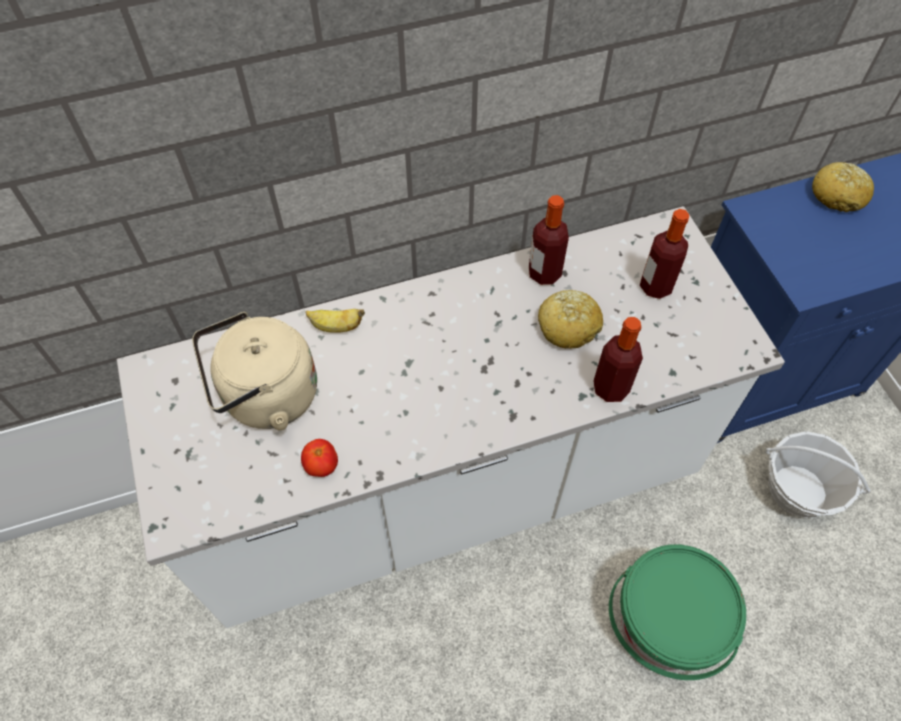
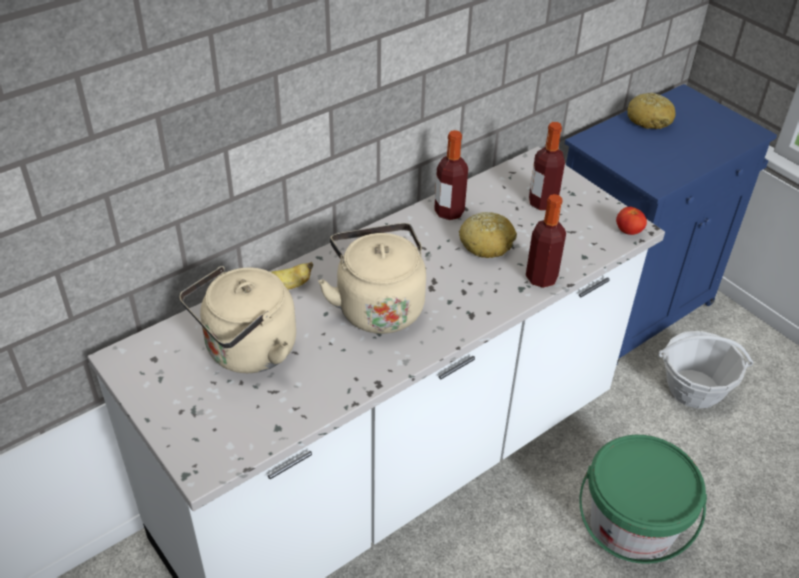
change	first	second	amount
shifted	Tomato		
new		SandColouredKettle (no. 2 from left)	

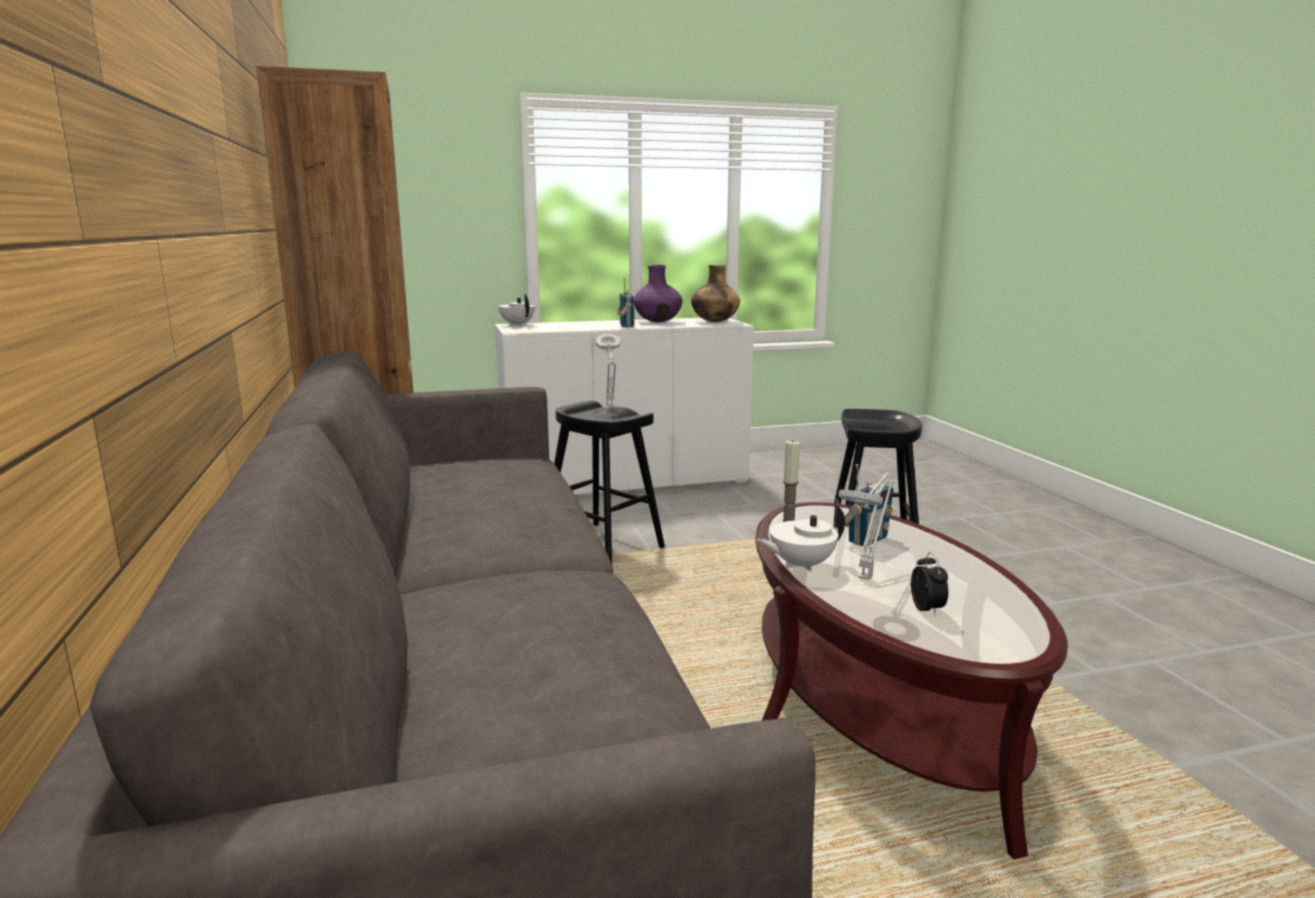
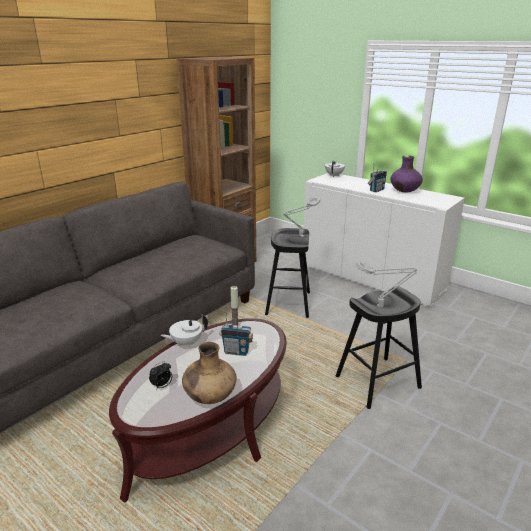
change	first	second	amount
shifted	BrownDecorativeVase		
rotated	WhiteColouredPotForTea (no. 2 from left in the first image)	WhiteColouredPotForTea (no. 1 from left)	60 degrees counterclockwise
shifted	GreyishLampForATable (no. 2 from left)		

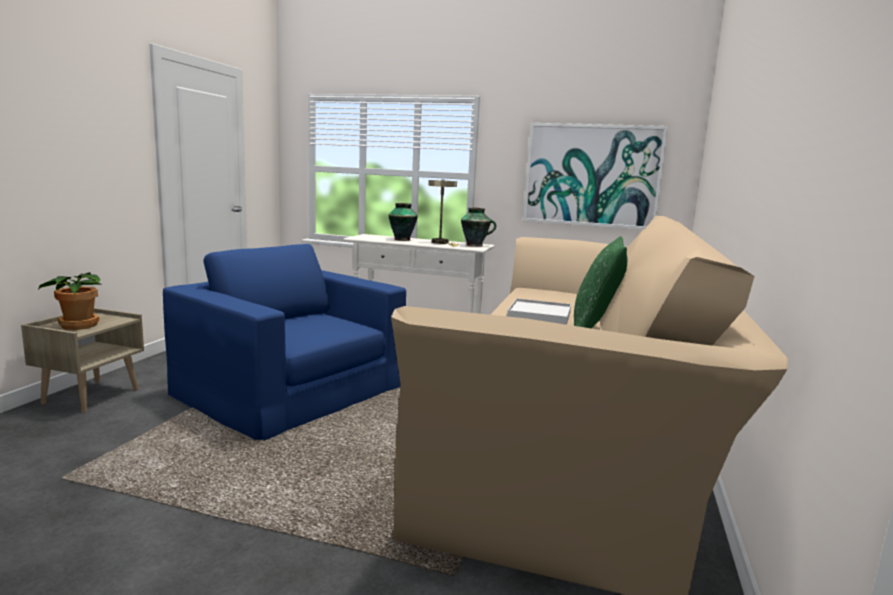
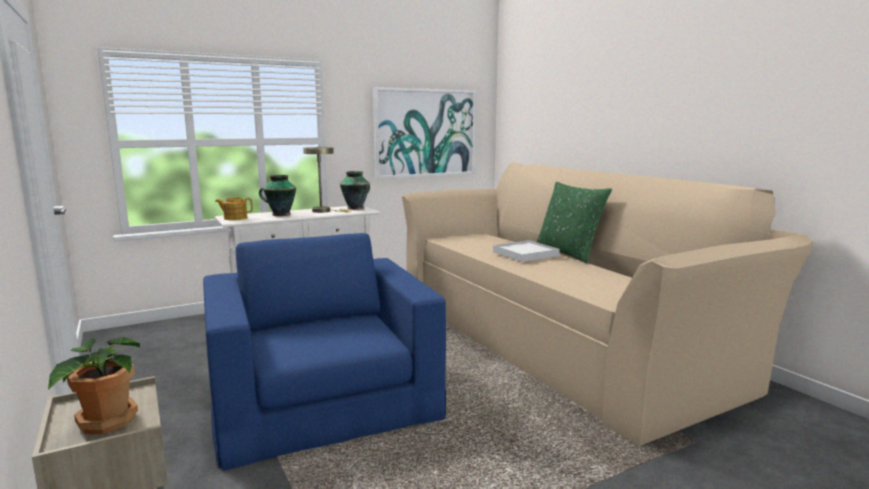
change	first	second	amount
rotated	BluishArmchair		75 degrees clockwise
new		PotForTea	

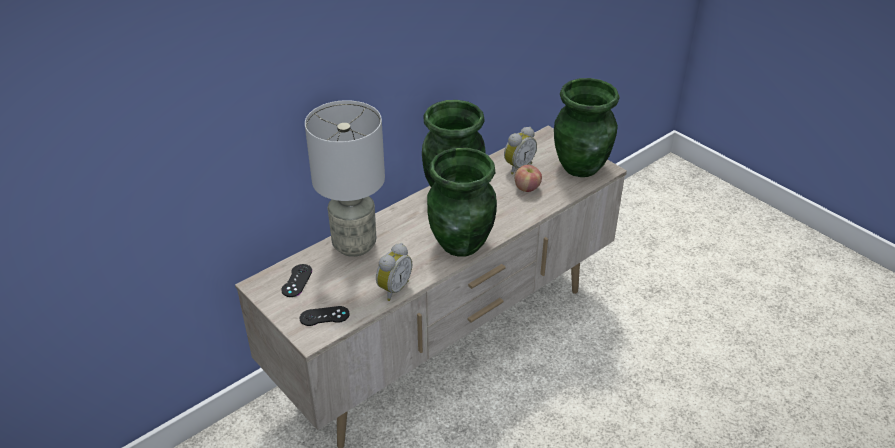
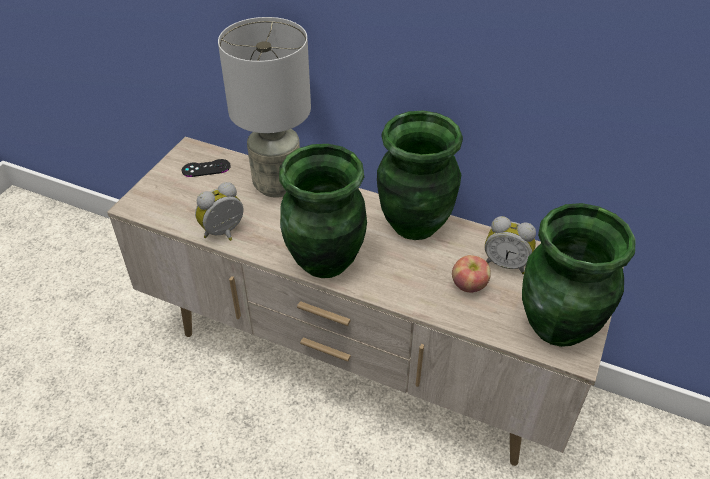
change	first	second	amount
gone	BlackColouredJoypad (no. 2 from left)		
rotated	AlarmClock (no. 1 from left)		135 degrees clockwise

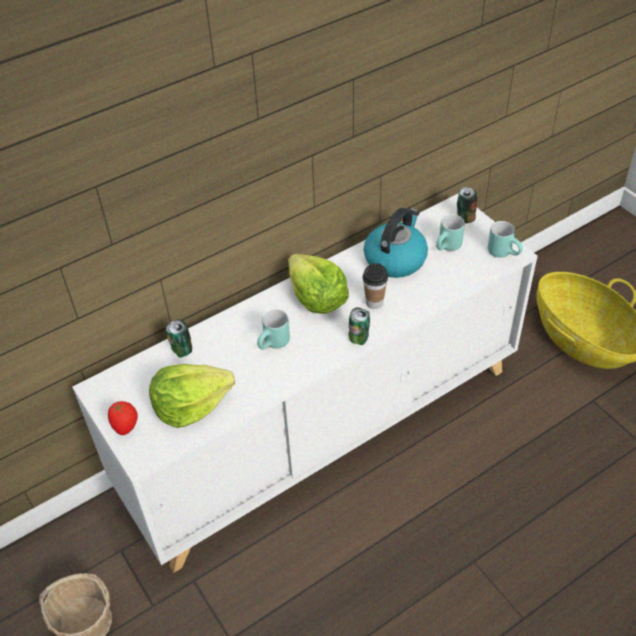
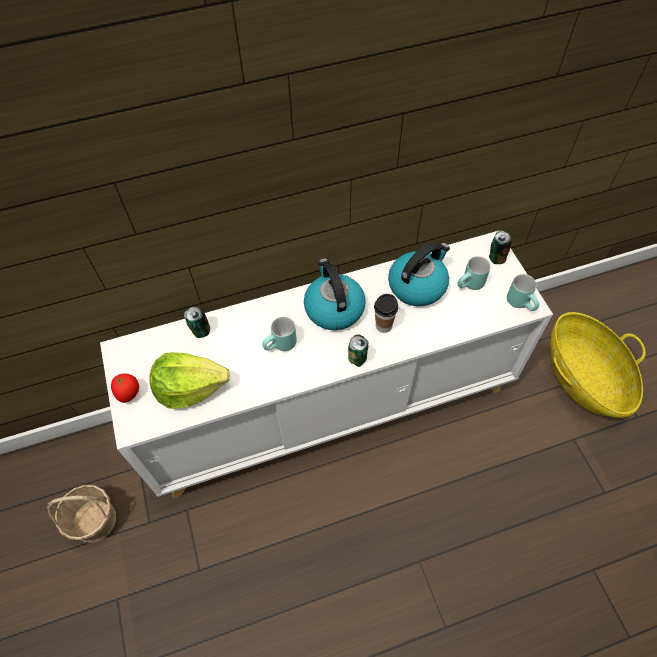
change	first	second	amount
swapped	LettuceHead (no. 2 from left)	Kettle (no. 1 from left)	

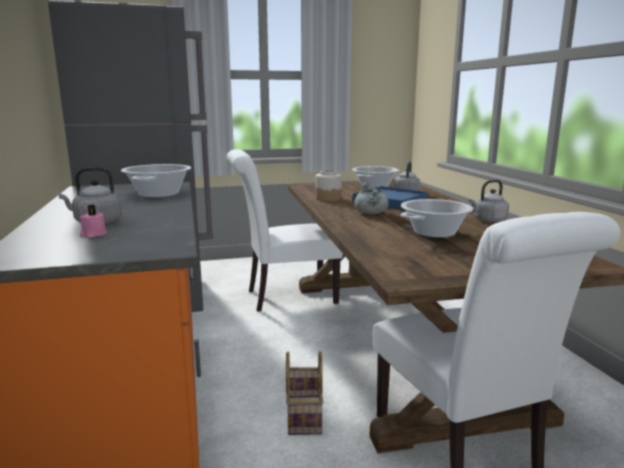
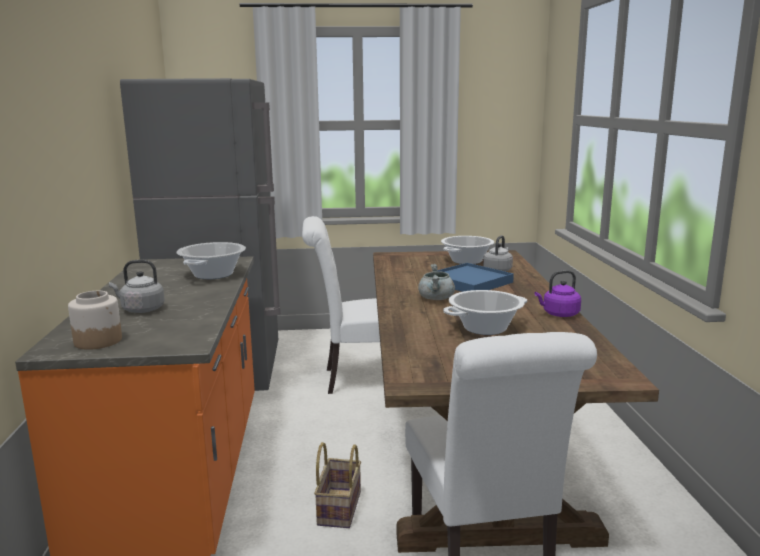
change	first	second	amount
gone	PinkColouredCandle		
shifted	StorageJar		
repainted	GreyishKettle (no. 3 from left)	PurpleColouredKettle	

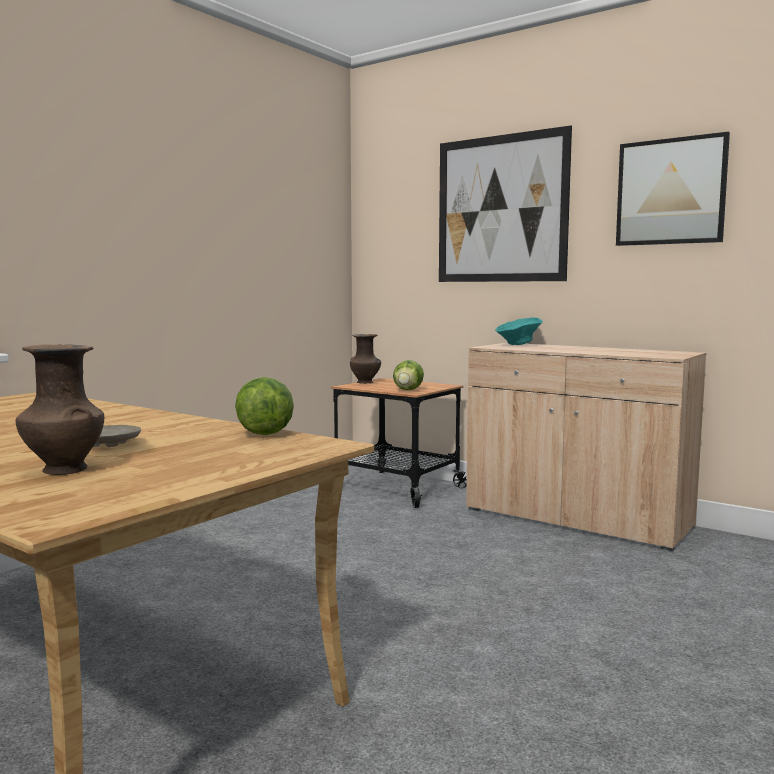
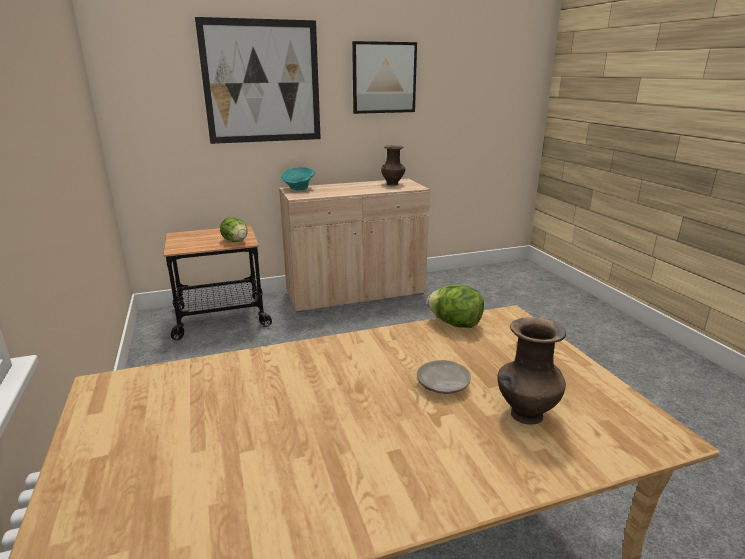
change	first	second	amount
shifted	BrownDecorativeVase (no. 2 from left in the first image)	BrownDecorativeVase (no. 1 from left)	

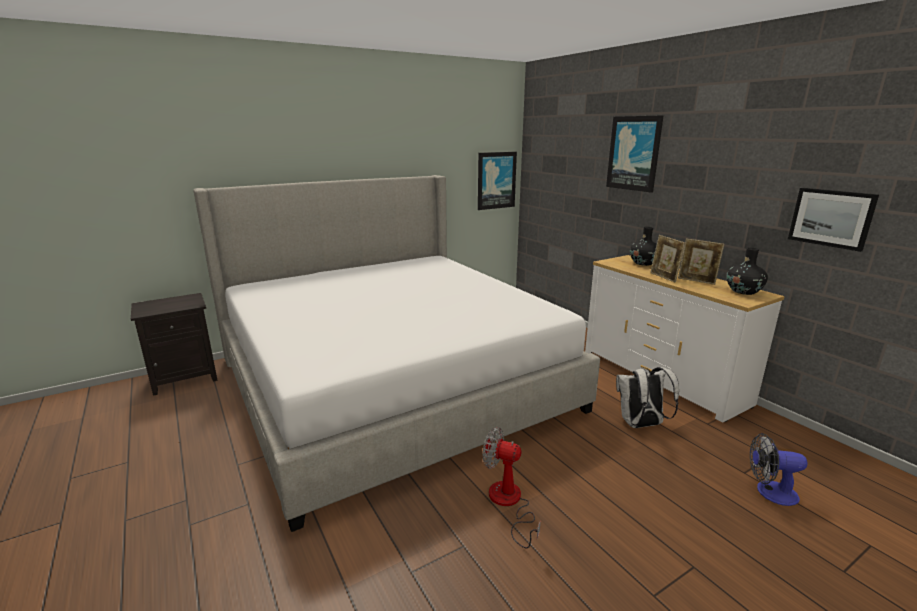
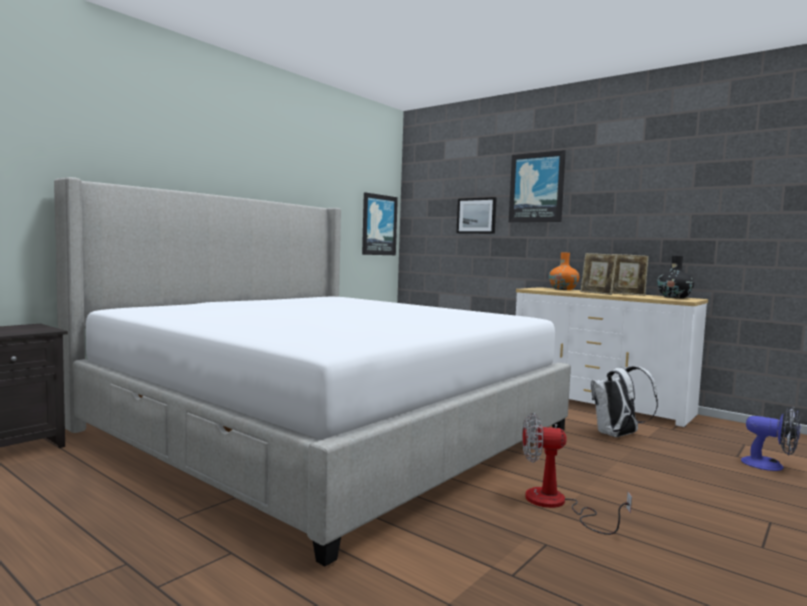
change	first	second	amount
repainted	BlackColouredDecorativeVase (no. 1 from left)	OrangeyDecorativeVase	
rotated	CoolingFan (no. 2 from left)		135 degrees counterclockwise
shifted	WallPicture (no. 3 from left in the first image)	WallPicture (no. 2 from left)	

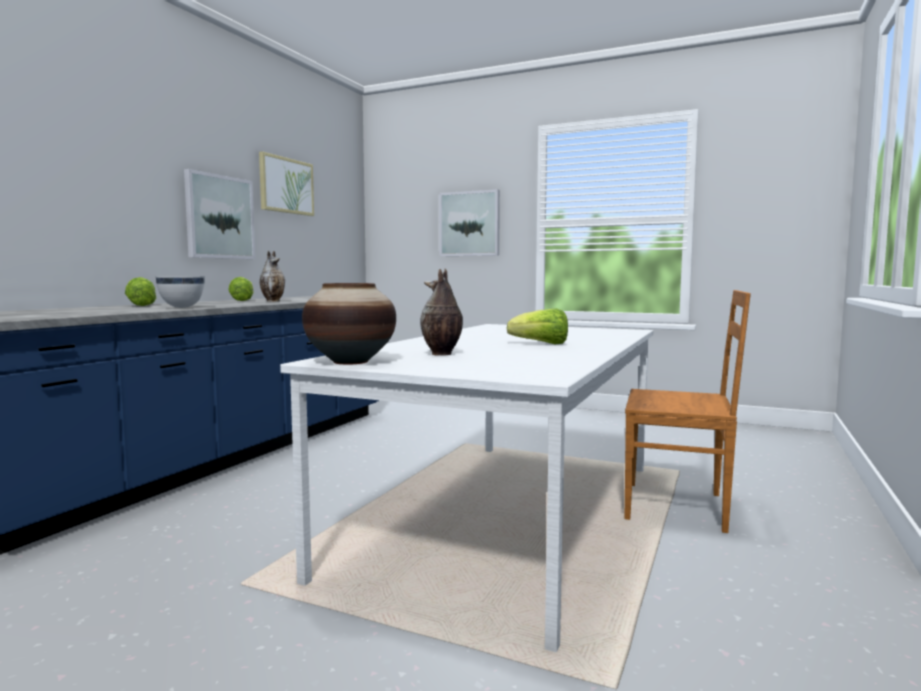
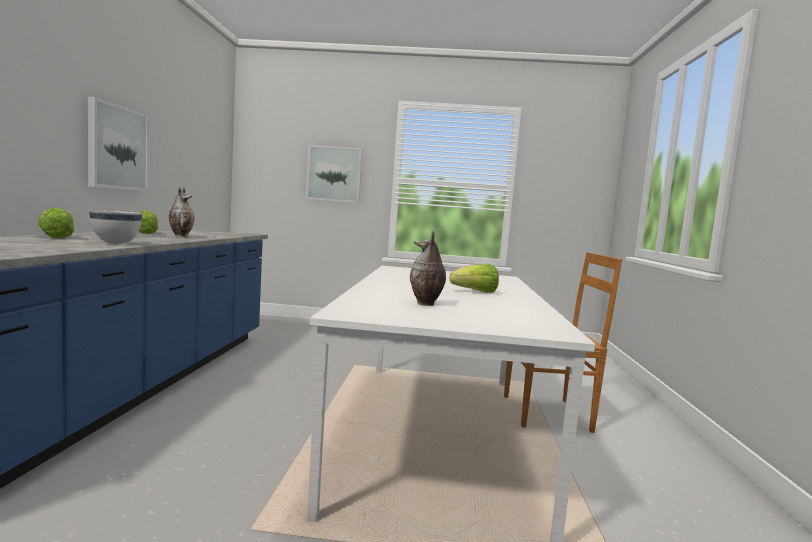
change	first	second	amount
gone	WallPicture (no. 2 from left)		
gone	DecorativeVase (no. 2 from left)		

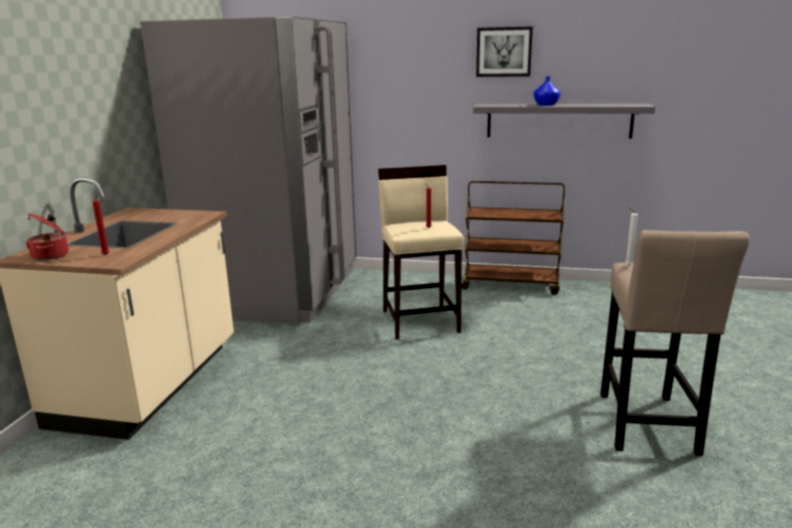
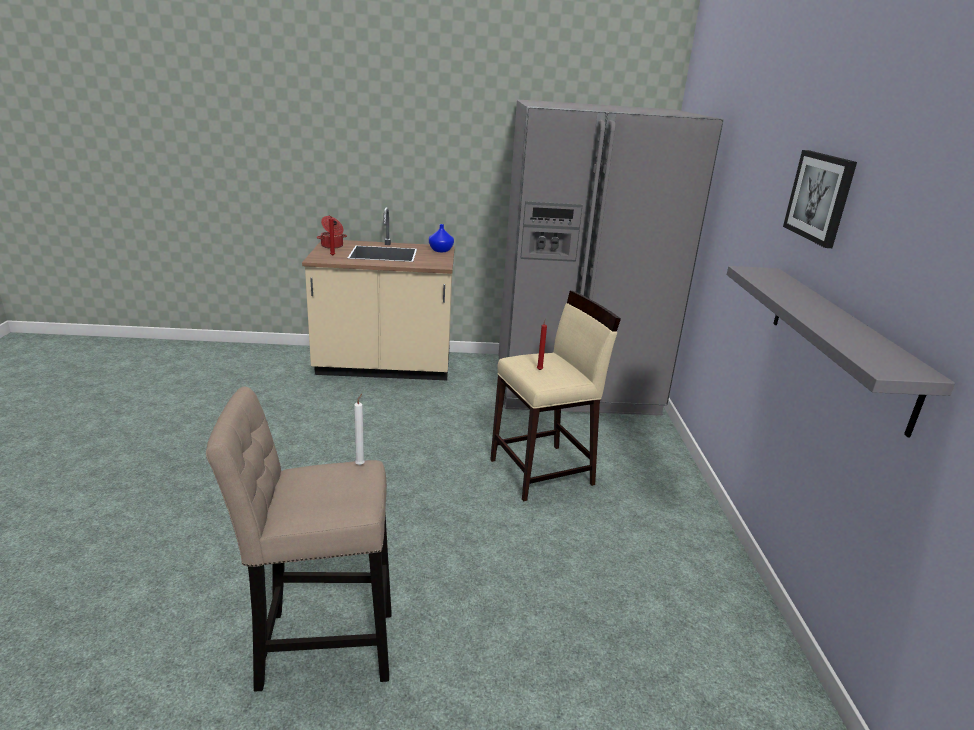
change	first	second	amount
gone	BrownCart		
shifted	BluishDecorativeVase		

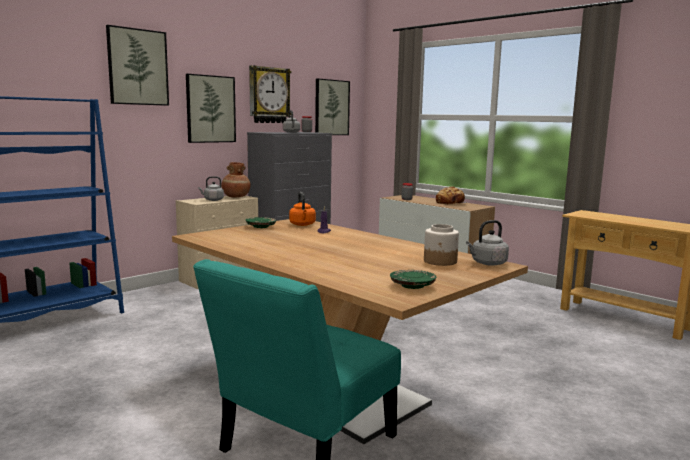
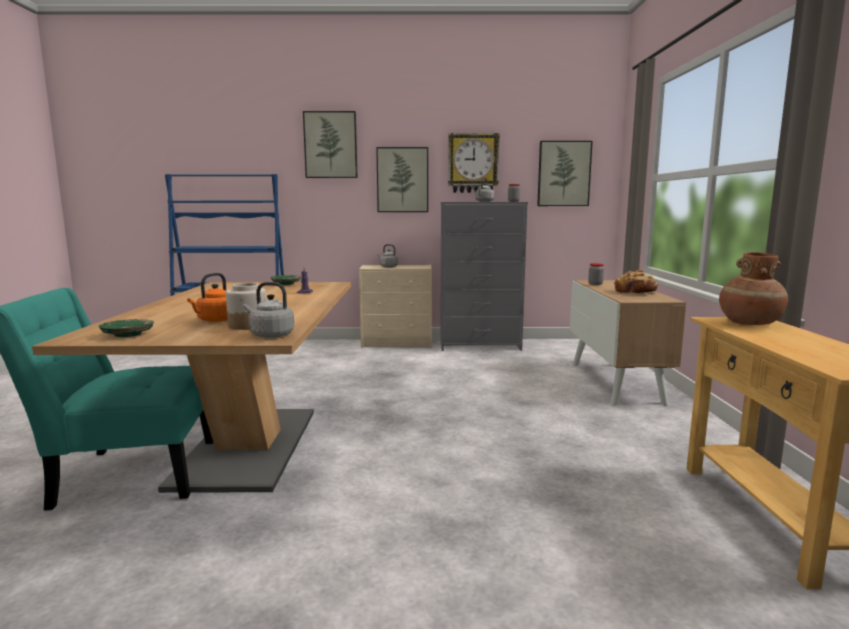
change	first	second	amount
shifted	BrownDecorativeVase		
shifted	OrangeyKettle		

